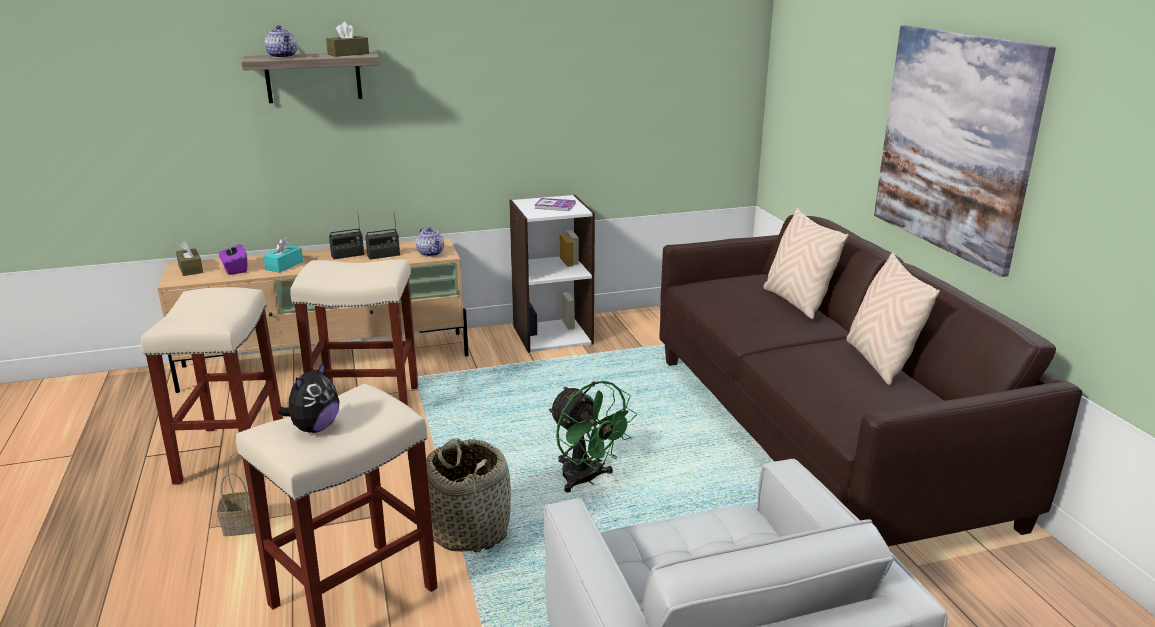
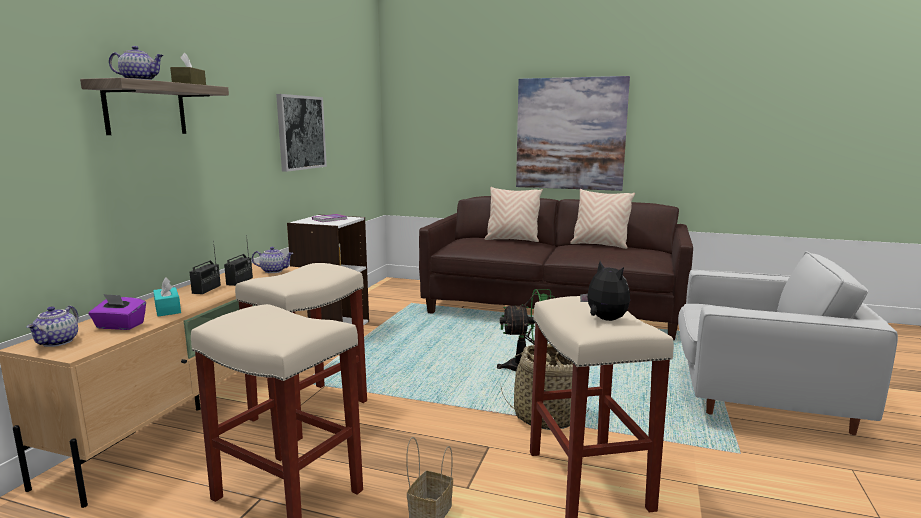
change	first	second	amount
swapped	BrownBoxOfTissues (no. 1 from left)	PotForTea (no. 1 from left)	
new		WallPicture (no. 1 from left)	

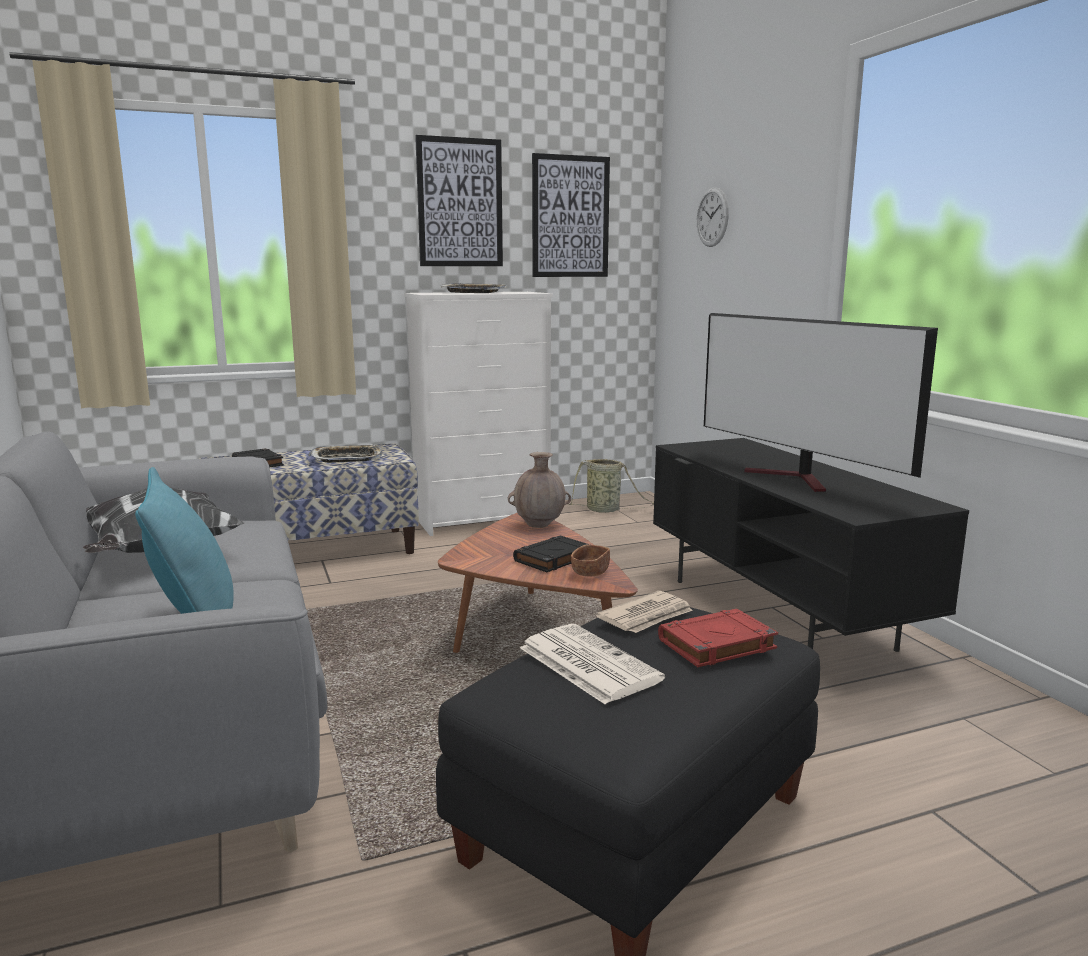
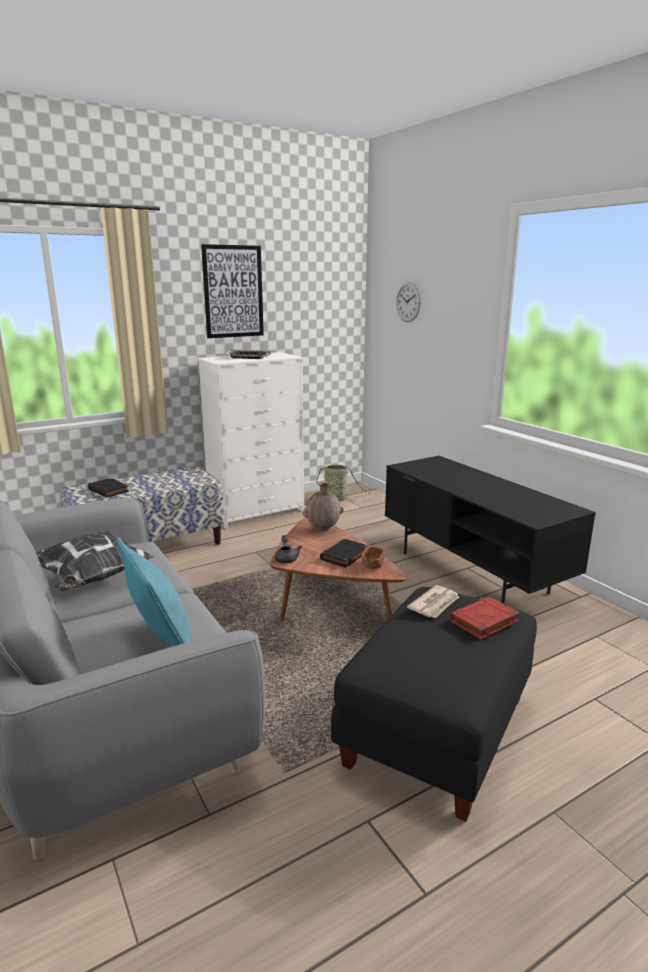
change	first	second	amount
gone	Tray (no. 1 from left)		
gone	PrintedPaper (no. 1 from left)		
gone	WallPicture (no. 2 from left)		
gone	Tv		
new		GreyishPotForTea	

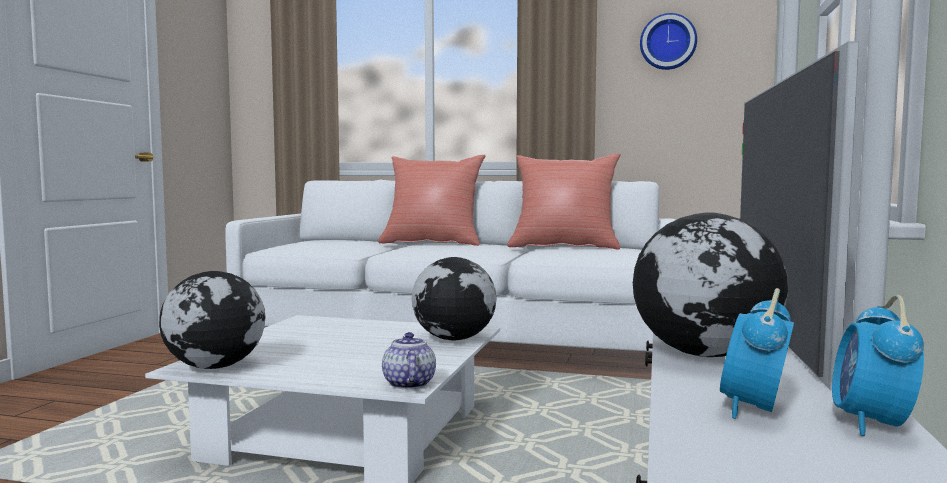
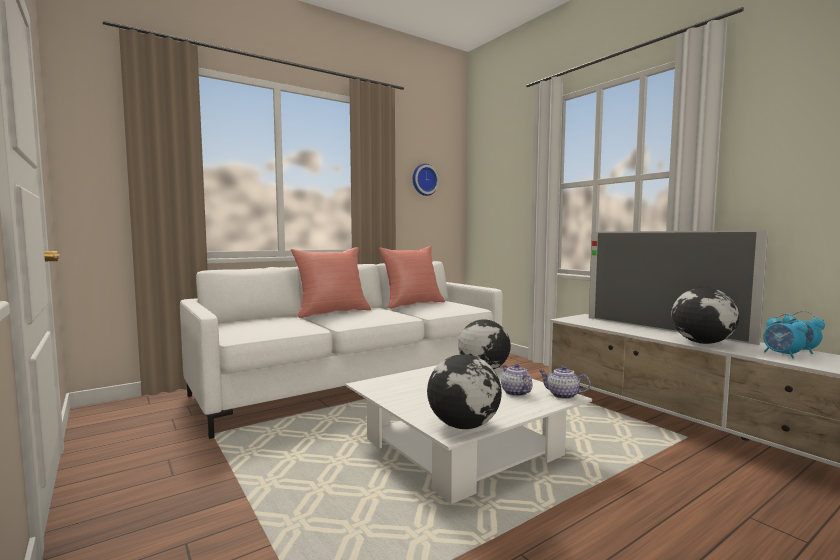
change	first	second	amount
new		PotForTea (no. 1 from left)	

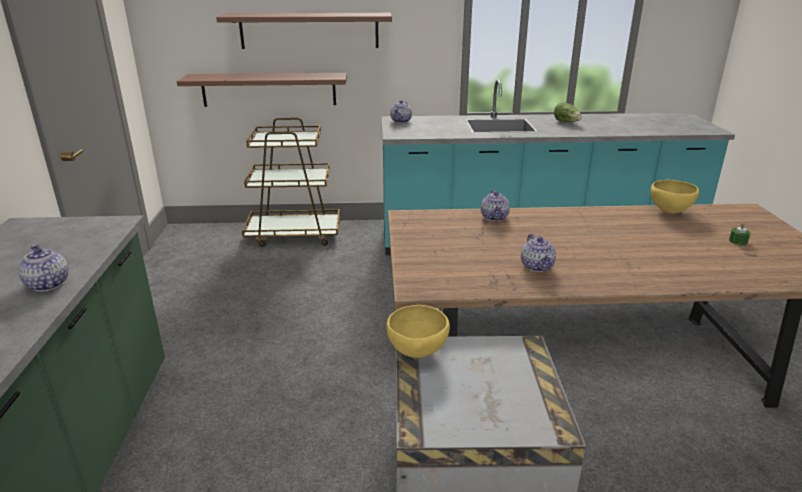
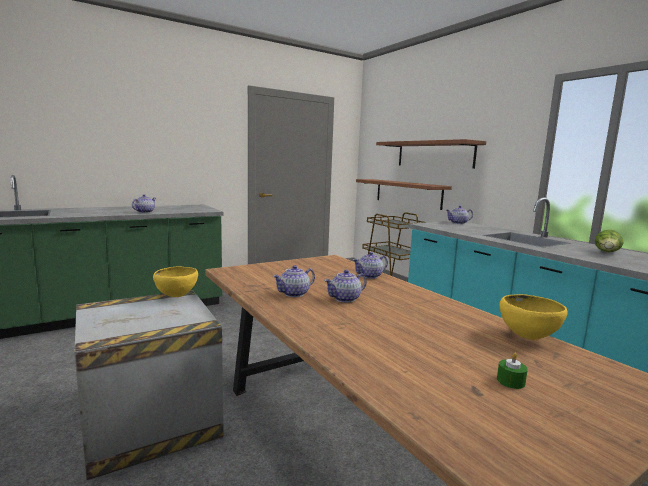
change	first	second	amount
new		PotForTea (no. 3 from left)	

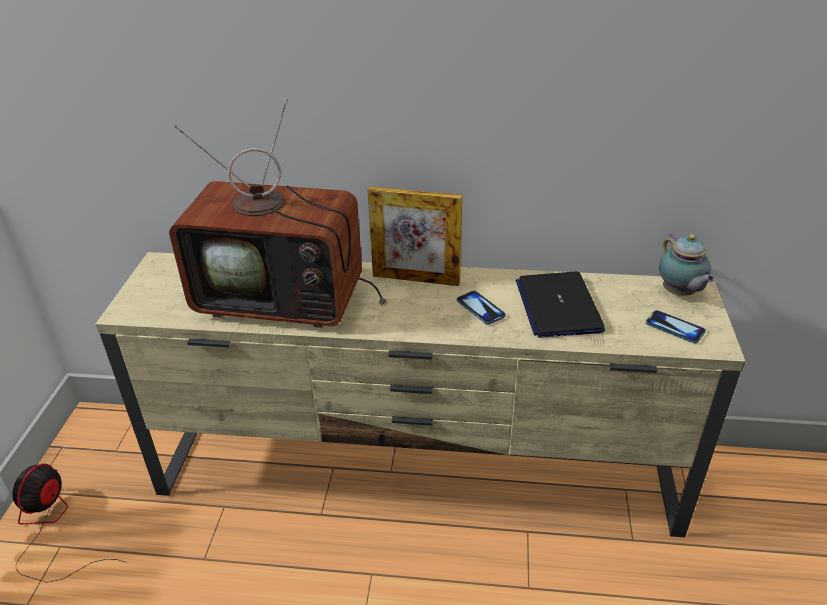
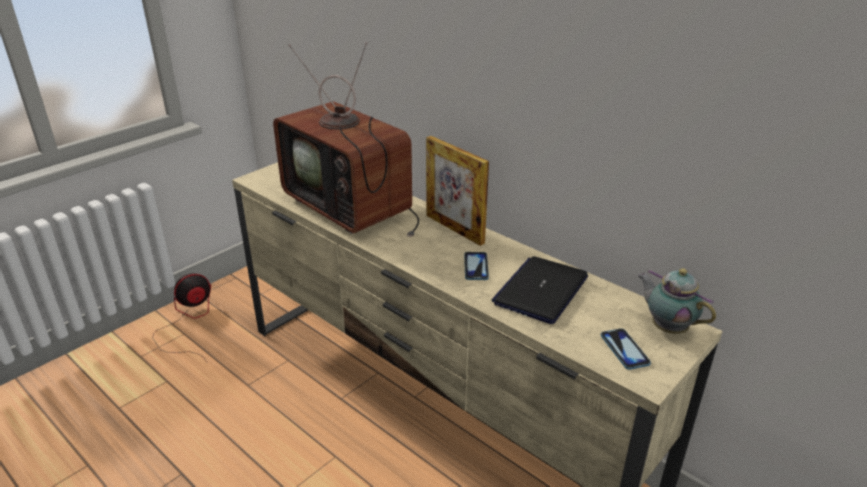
change	first	second	amount
rotated	PotForTea		120 degrees clockwise

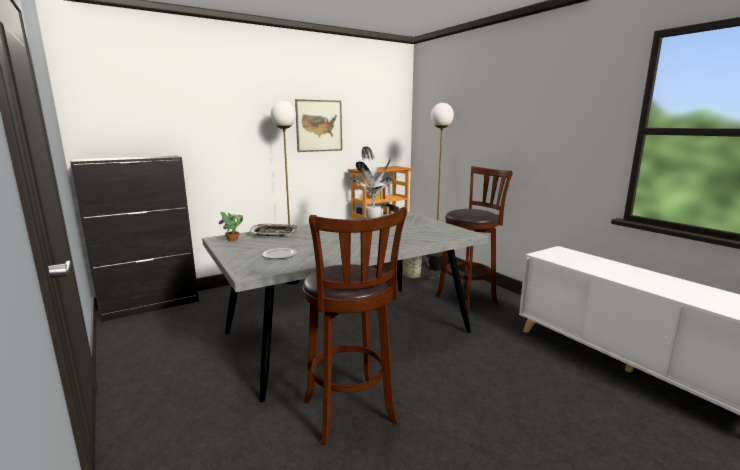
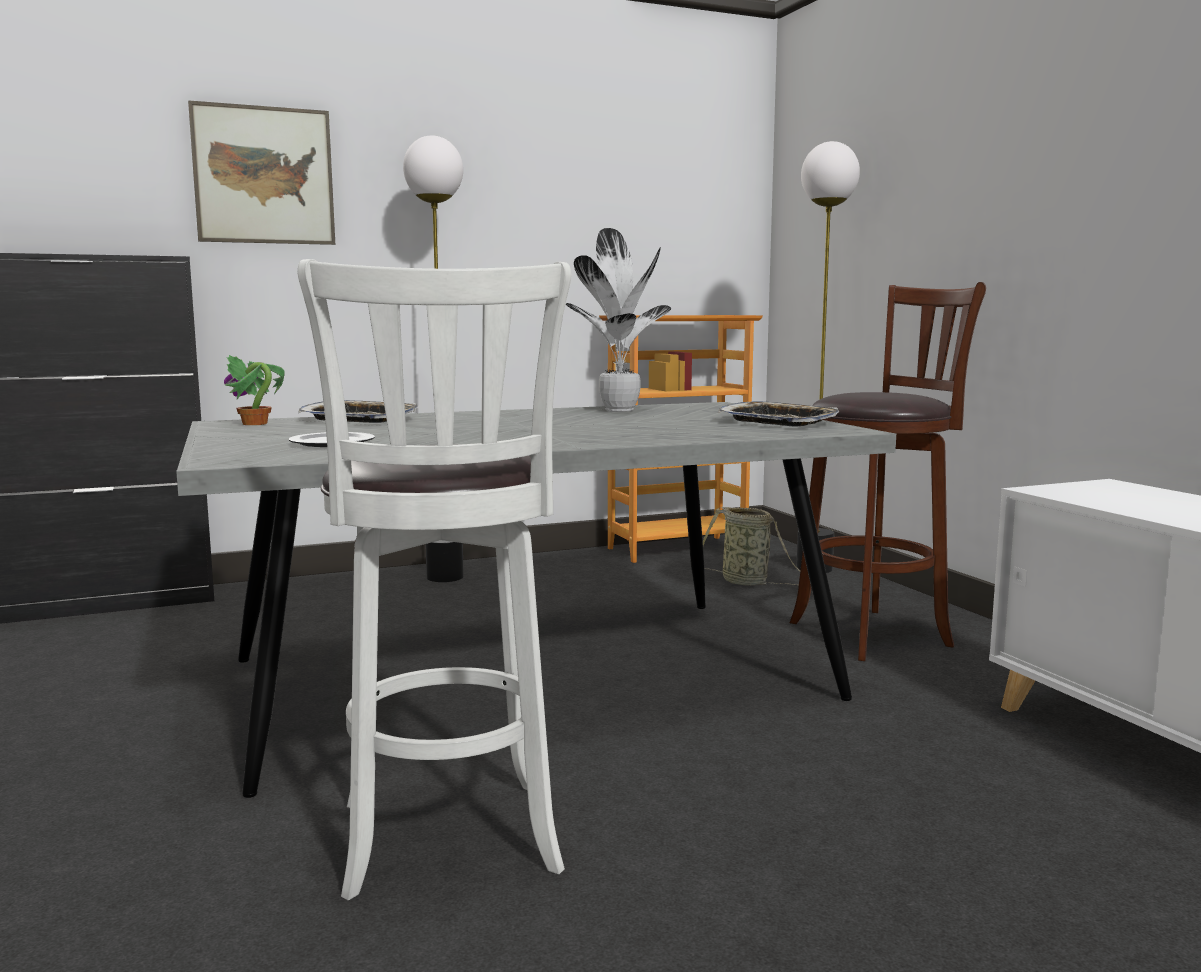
change	first	second	amount
shifted	WallPicture		
repainted	BrownStoolSeat (no. 1 from left)	WhiteColouredStoolSeat	
new		Tray (no. 2 from left)	

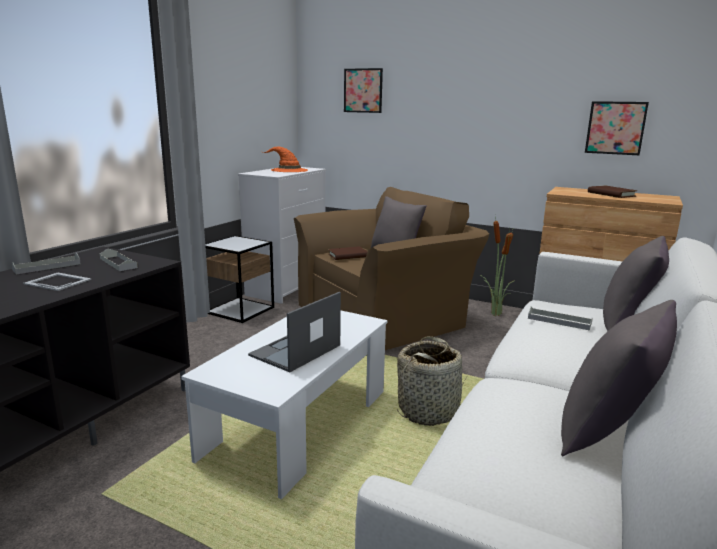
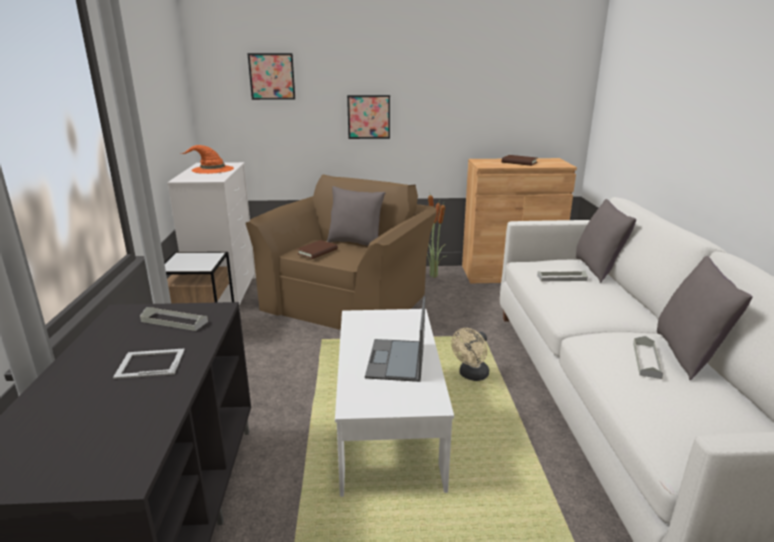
change	first	second	amount
shifted	GreyishTray (no. 1 from left in the first image)	GreyishTray (no. 3 from left)	
swapped	HouseholdBasket	SandColouredCoolingFan	
shifted	WallPicture (no. 2 from left)		

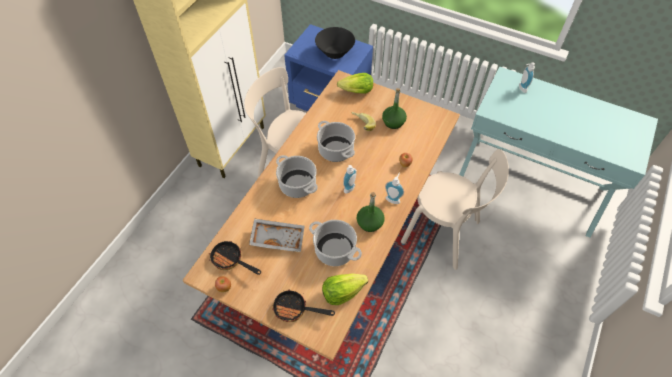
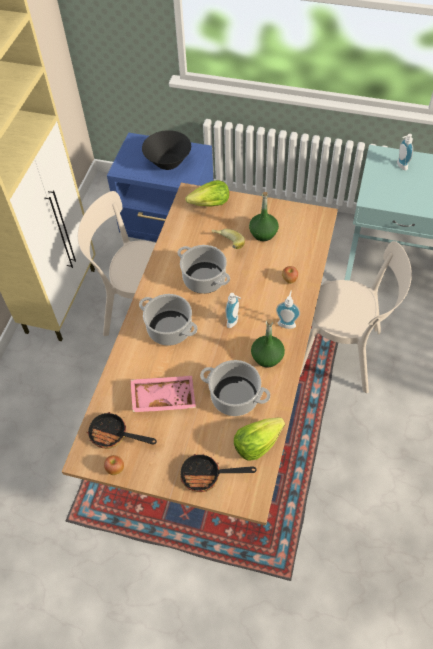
change	first	second	amount
repainted	GreyishTray	PinkColouredTray	

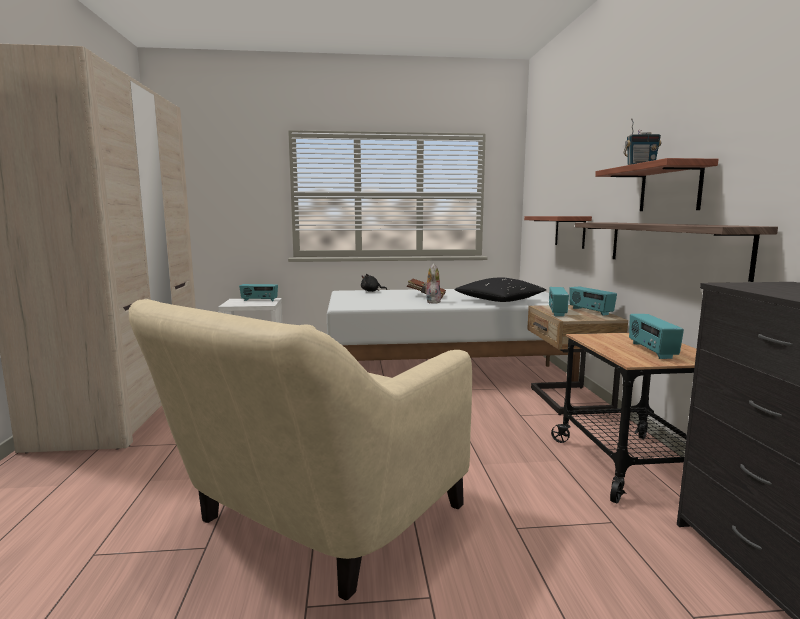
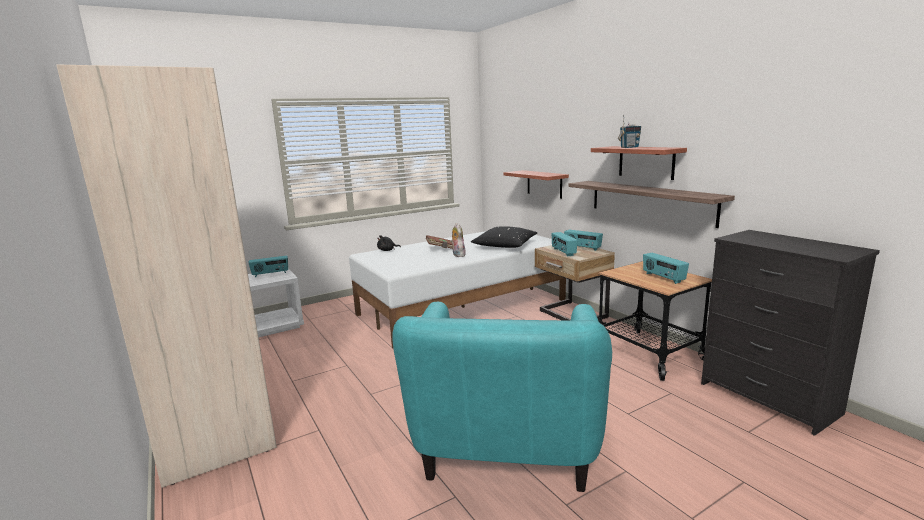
change	first	second	amount
repainted	SandColouredArmchair	TurquoiseColouredArmchair	

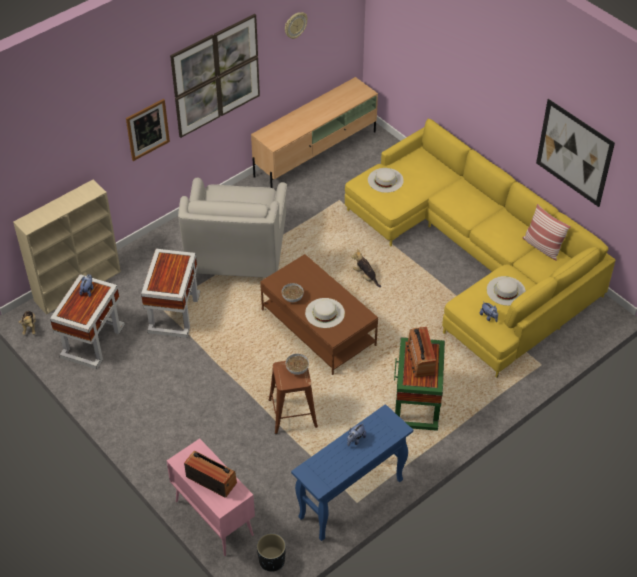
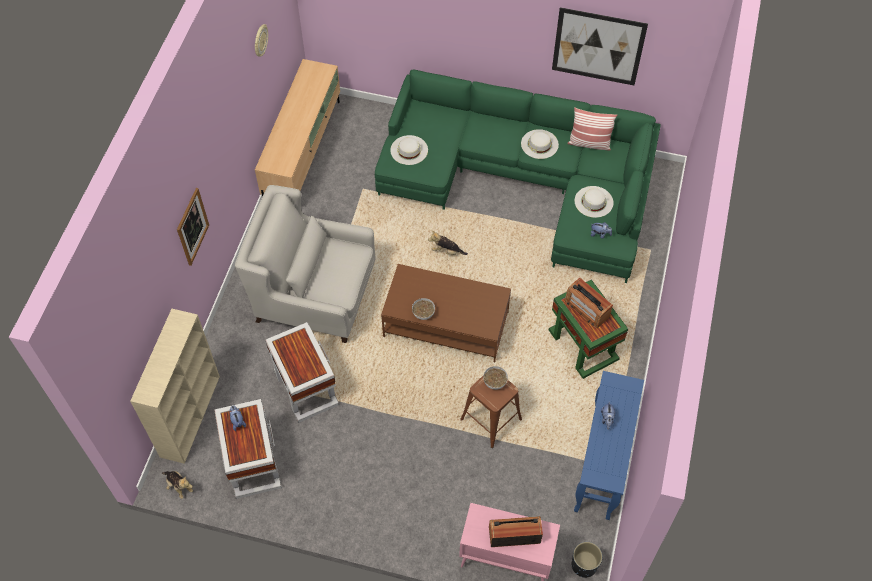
change	first	second	amount
gone	WallPicture (no. 2 from left)		
rotated	WhiteColouredArmchair		135 degrees clockwise
shifted	WhiteColouredWearableHat (no. 1 from left in the first image)	WhiteColouredWearableHat (no. 2 from left)	
repainted	YellowColouredSofa	GreenColouredSofa	

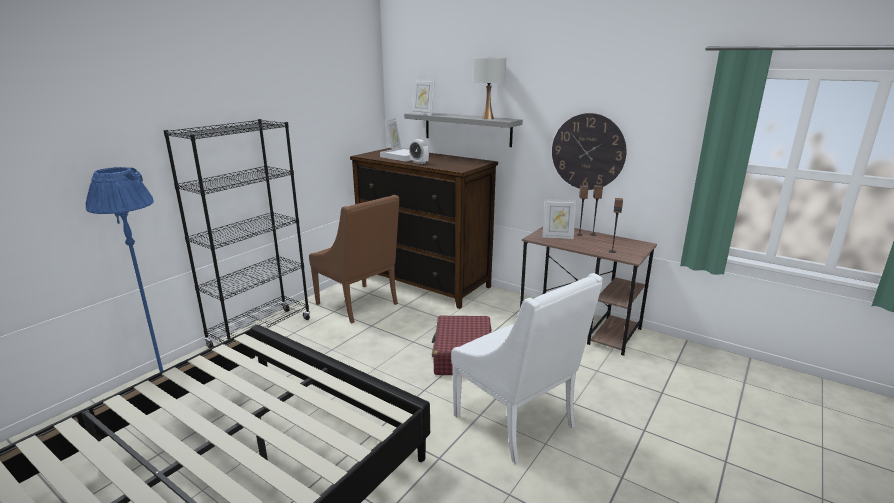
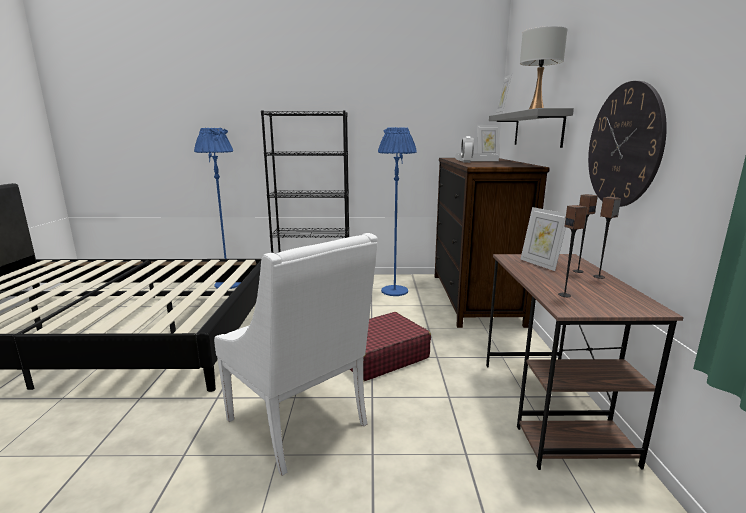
change	first	second	amount
swapped	BrownArmchair	BluishStandardLamp (no. 2 from left)	
rotated	WhiteColouredArmchair		60 degrees counterclockwise

